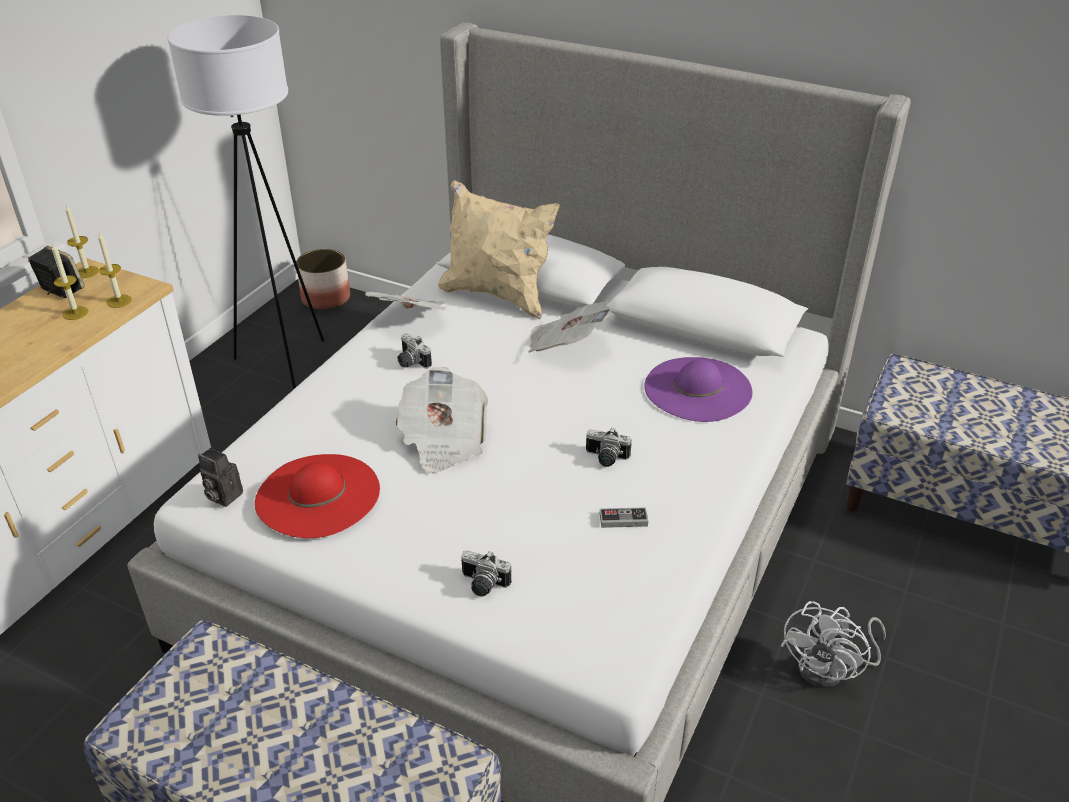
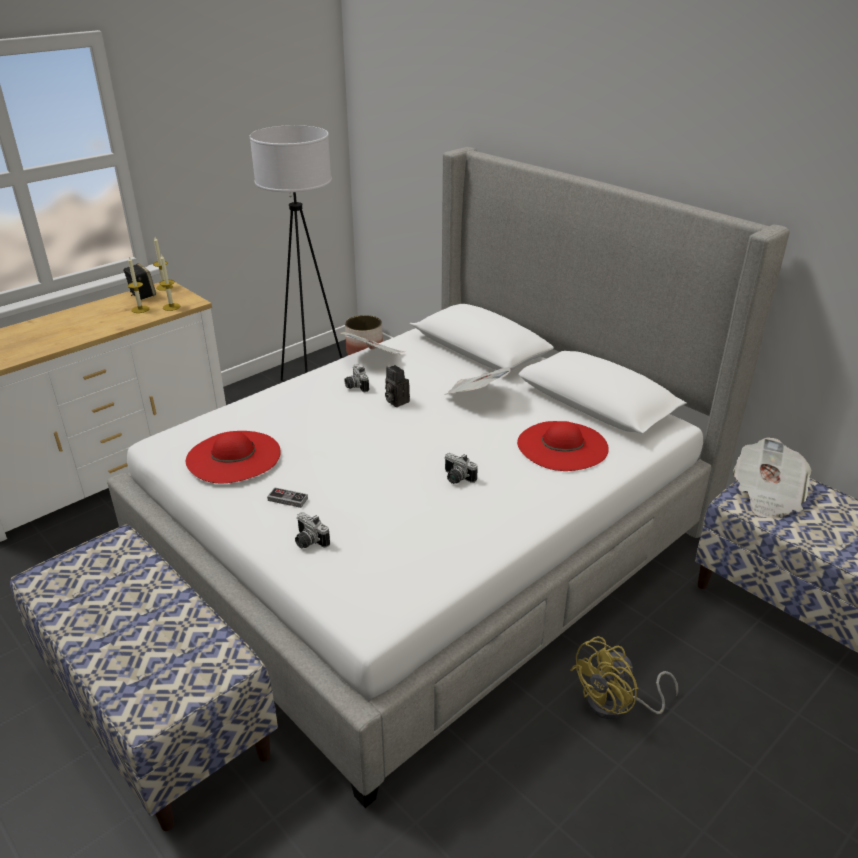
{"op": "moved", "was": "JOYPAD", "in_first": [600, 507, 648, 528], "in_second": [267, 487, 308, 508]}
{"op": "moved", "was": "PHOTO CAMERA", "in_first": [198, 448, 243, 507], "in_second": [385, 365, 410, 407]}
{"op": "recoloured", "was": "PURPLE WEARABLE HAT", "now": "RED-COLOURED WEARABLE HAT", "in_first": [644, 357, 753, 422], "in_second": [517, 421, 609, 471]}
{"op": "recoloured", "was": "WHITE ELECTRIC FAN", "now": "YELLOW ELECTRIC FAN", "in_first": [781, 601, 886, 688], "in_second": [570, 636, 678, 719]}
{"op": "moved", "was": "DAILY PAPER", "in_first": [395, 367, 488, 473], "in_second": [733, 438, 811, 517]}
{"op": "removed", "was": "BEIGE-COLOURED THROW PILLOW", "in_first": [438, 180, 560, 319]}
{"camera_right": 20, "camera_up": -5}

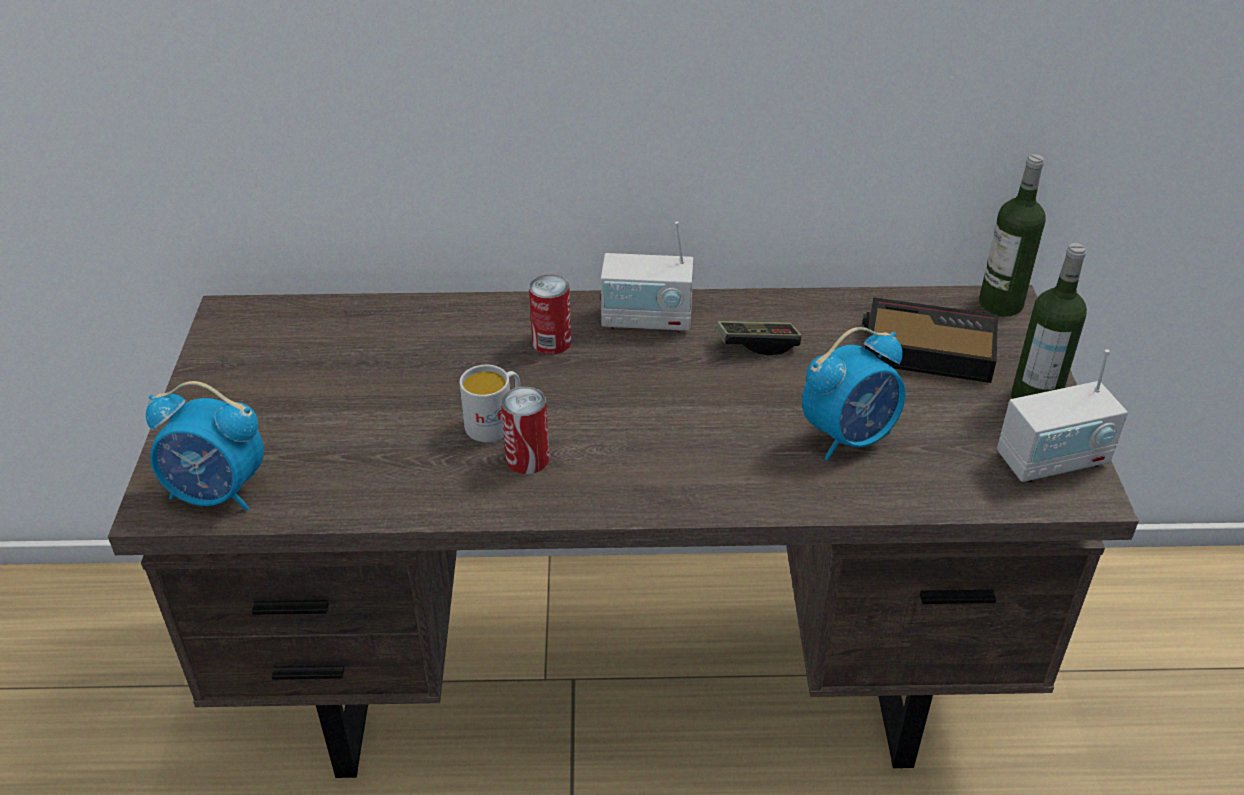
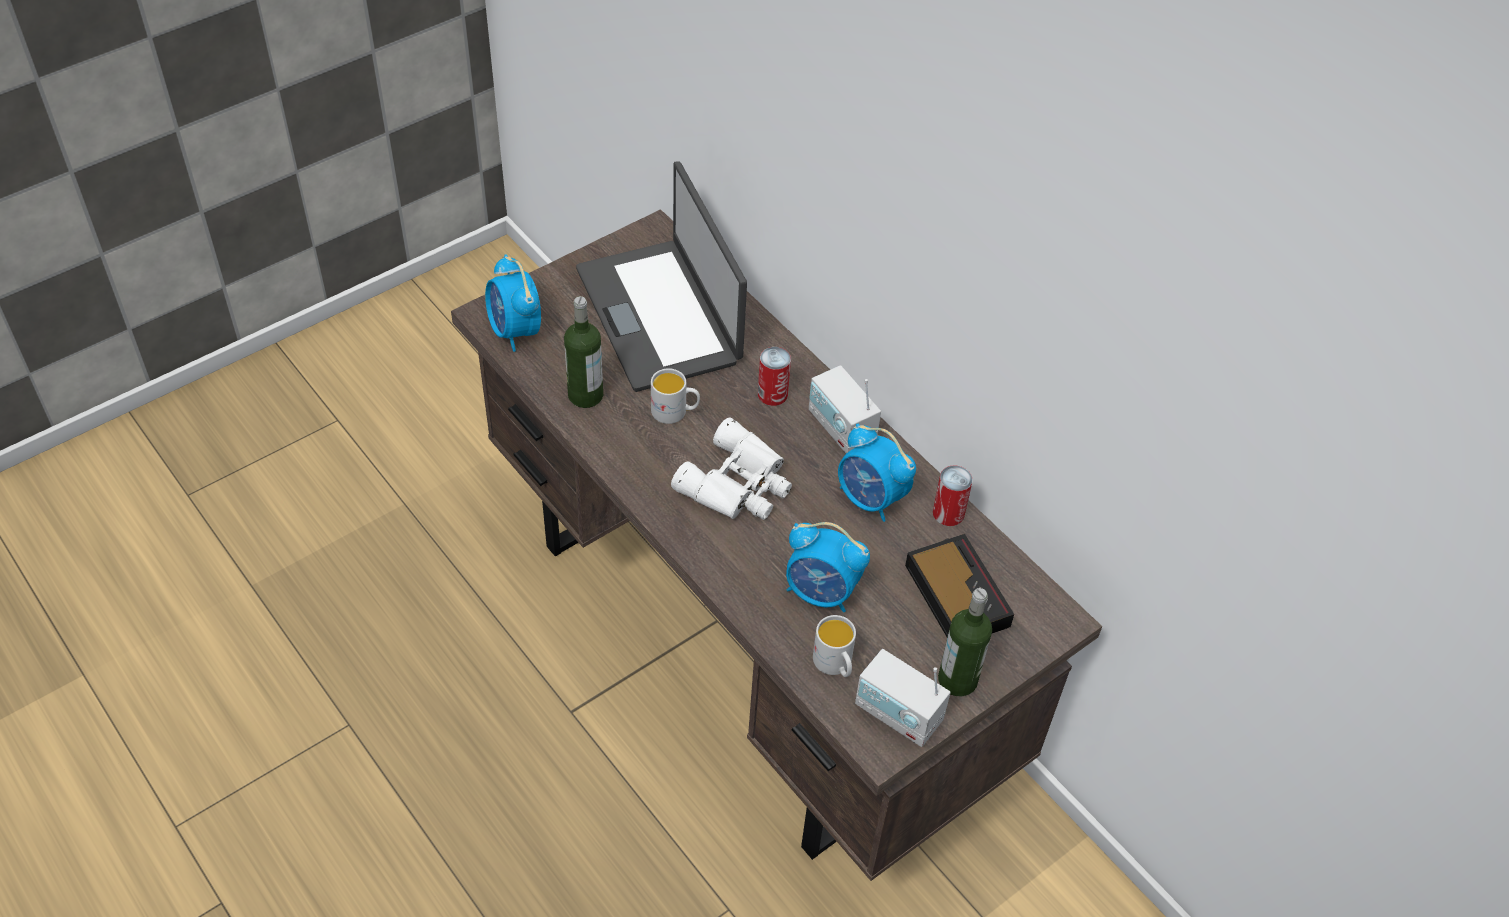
{"op": "moved", "was": "BEVERAGE BOTTLE", "in_first": [979, 154, 1046, 317], "in_second": [564, 296, 603, 408]}
{"op": "added", "now": "NOTEBOOK COMPUTER", "in_second": [576, 161, 747, 392]}
{"op": "added", "now": "WHITE BINOCULARS", "in_second": [671, 417, 792, 520]}
{"op": "added", "now": "WHITE COFFEE MUG", "in_second": [813, 615, 856, 677]}
{"op": "replaced", "was": "JOYPAD", "now": "BEDSIDE CLOCK", "in_first": [716, 321, 802, 356], "in_second": [838, 424, 916, 522]}
{"op": "moved", "was": "METAL CAN", "in_first": [501, 386, 549, 474], "in_second": [933, 465, 973, 526]}
{"camera_right": 50, "camera_up": 10}

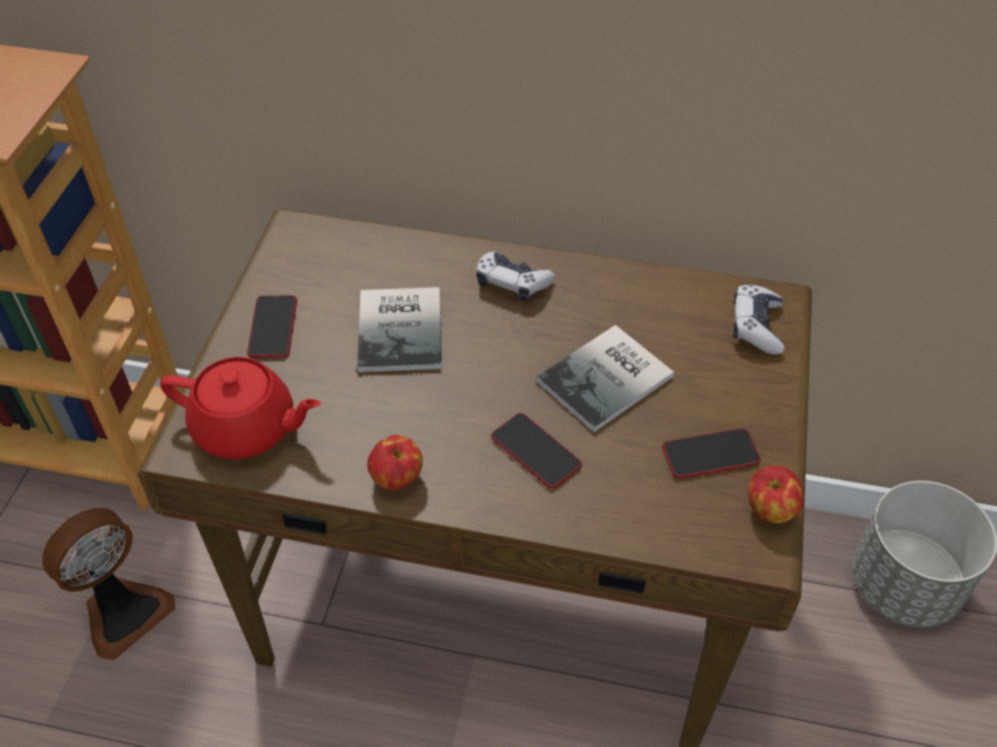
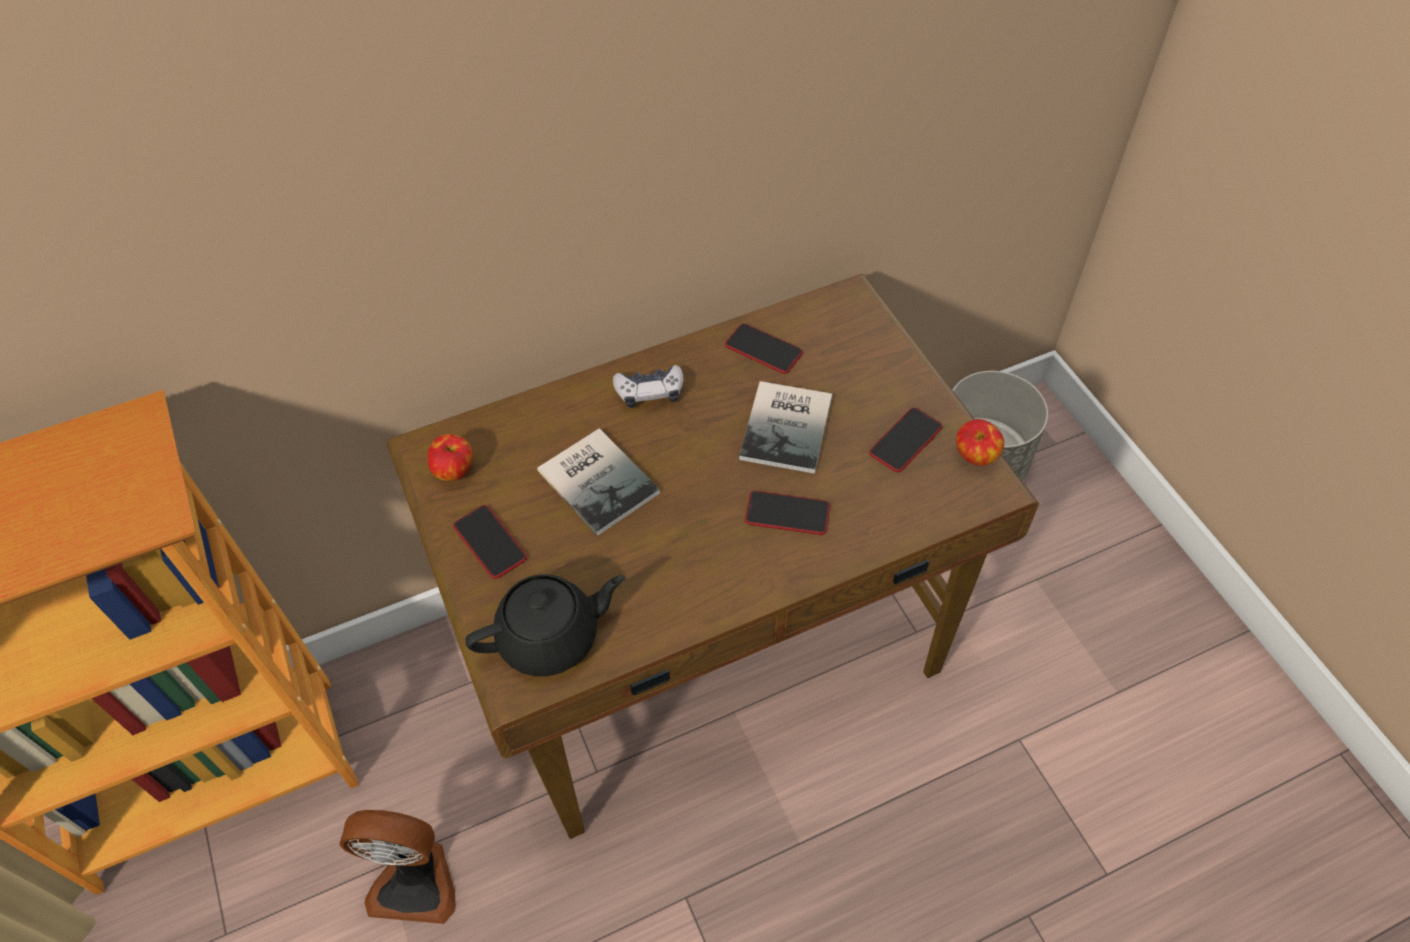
{"op": "turned", "was": "ELECTRIC FAN", "in_first": [42, 508, 175, 660], "in_second": [340, 810, 456, 924], "clockwise": 90}
{"op": "moved", "was": "WHOLE APPLE", "in_first": [367, 435, 423, 490], "in_second": [427, 434, 473, 481]}
{"op": "recoloured", "was": "RED-COLOURED TEAPOT", "now": "BLACK TEAPOT", "in_first": [160, 357, 321, 460], "in_second": [465, 574, 625, 676]}
{"op": "added", "now": "TELEPHONE", "in_second": [725, 323, 803, 374]}
{"op": "removed", "was": "JOYPAD", "in_first": [733, 284, 784, 355]}
{"camera_right": -35, "camera_up": 5}

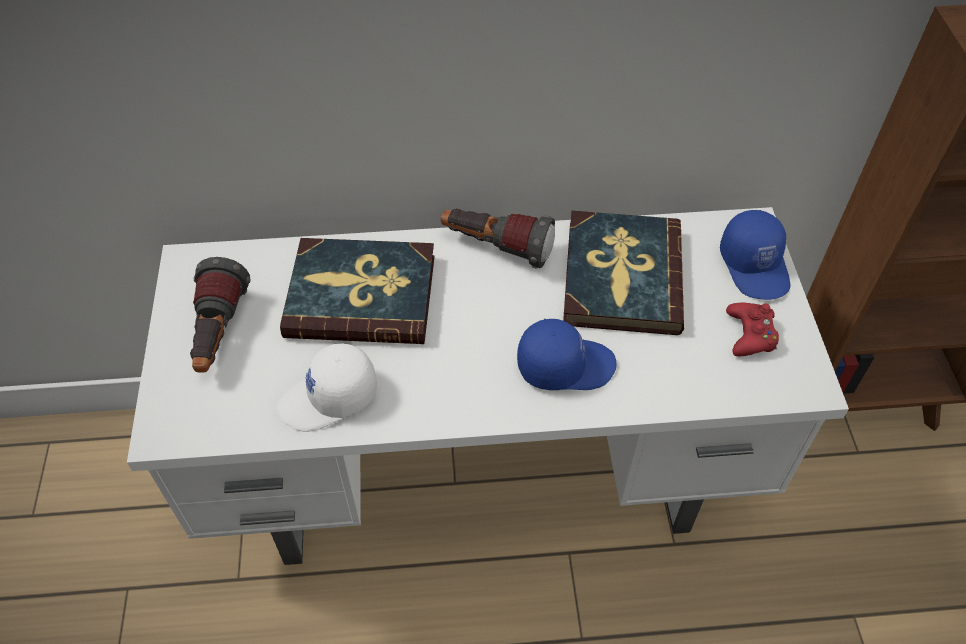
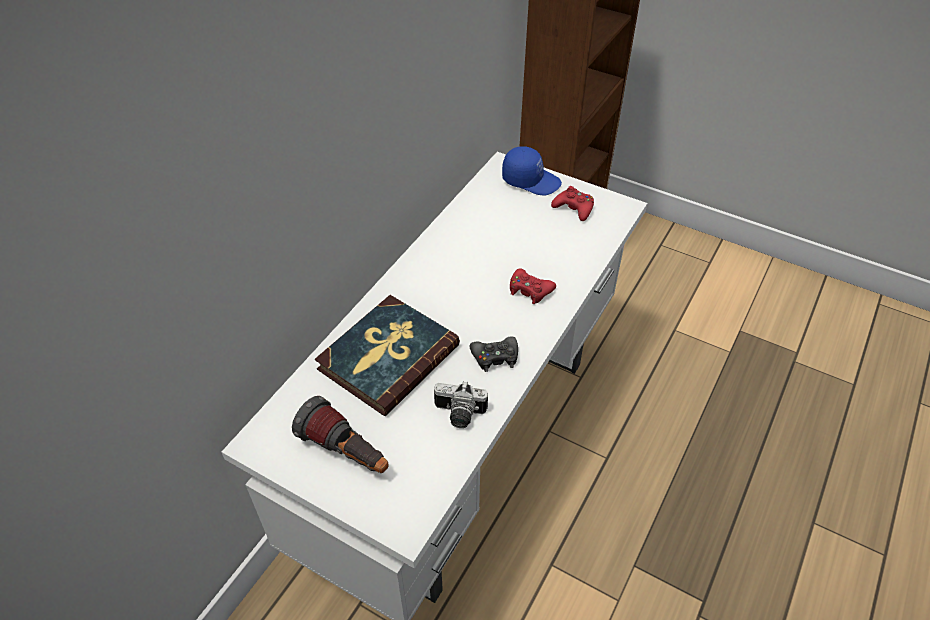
{"op": "replaced", "was": "WHITE BASEBALL CAP", "now": "PHOTO CAMERA", "in_first": [277, 344, 377, 432], "in_second": [434, 381, 488, 428]}
{"op": "added", "now": "BLACK JOYPAD", "in_second": [470, 337, 518, 372]}
{"op": "replaced", "was": "BLUE-COLOURED BASEBALL CAP", "now": "RED-COLOURED JOYPAD", "in_first": [517, 319, 617, 390], "in_second": [510, 268, 556, 304]}
{"op": "removed", "was": "TORCH", "in_first": [441, 209, 555, 269]}
{"op": "removed", "was": "BOUND BOOK", "in_first": [563, 211, 684, 335]}
{"camera_right": -55, "camera_up": -5}

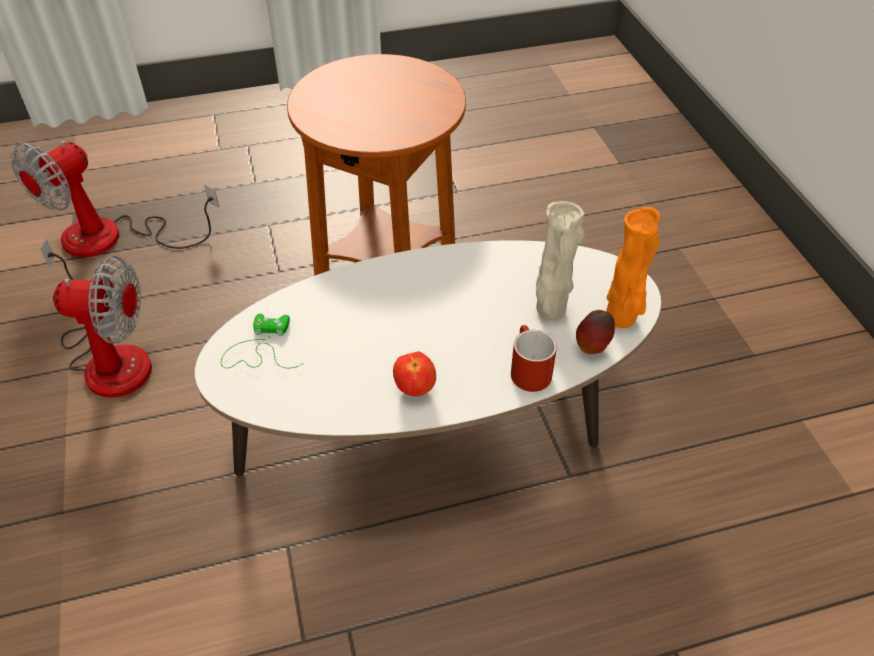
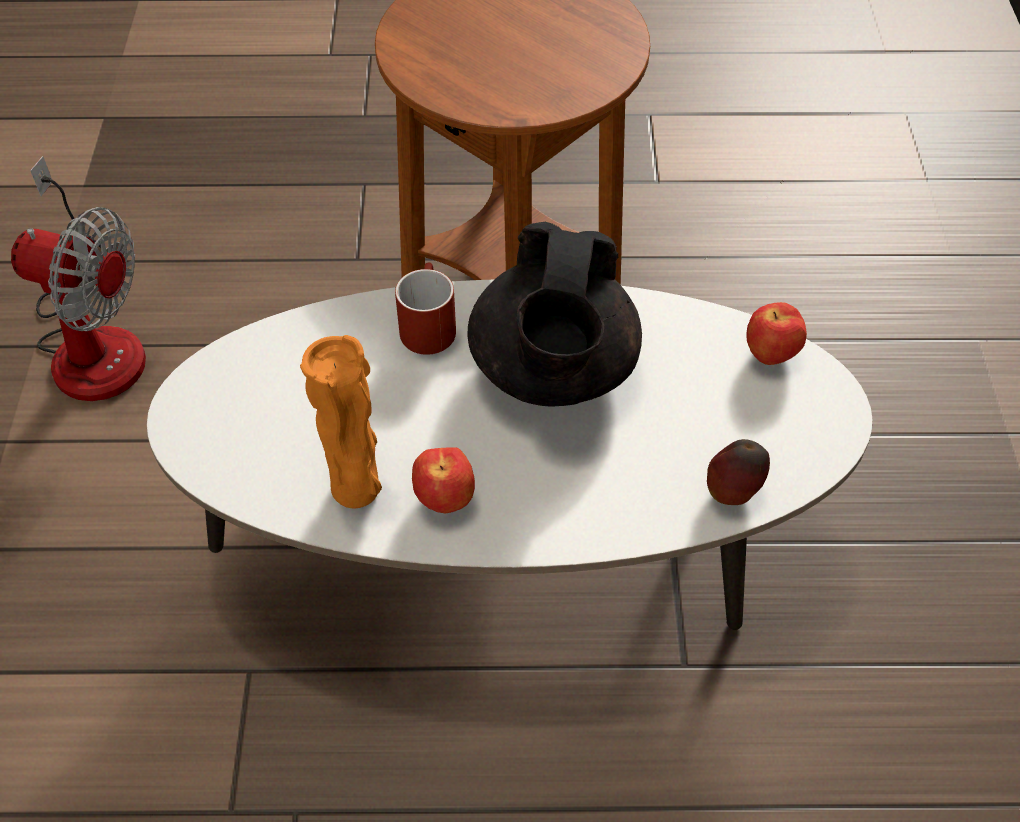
{"op": "moved", "was": "ORANGE FLOWER VASE", "in_first": [606, 207, 660, 328], "in_second": [300, 335, 382, 508]}
{"op": "moved", "was": "RED-COLOURED COFFEE MUG", "in_first": [511, 325, 557, 392], "in_second": [395, 263, 456, 355]}
{"op": "added", "now": "BLACK TEAPOT", "in_second": [468, 222, 642, 406]}
{"op": "added", "now": "WHOLE APPLE", "in_second": [747, 302, 807, 365]}
{"op": "removed", "was": "ELECTRIC FAN", "in_first": [10, 141, 219, 257]}
{"op": "removed", "was": "GREENISH JOYPAD", "in_first": [221, 314, 302, 368]}
{"op": "removed", "was": "BEIGE-COLOURED FLOWER VASE", "in_first": [536, 201, 585, 320]}
{"camera_right": 15, "camera_up": 5}

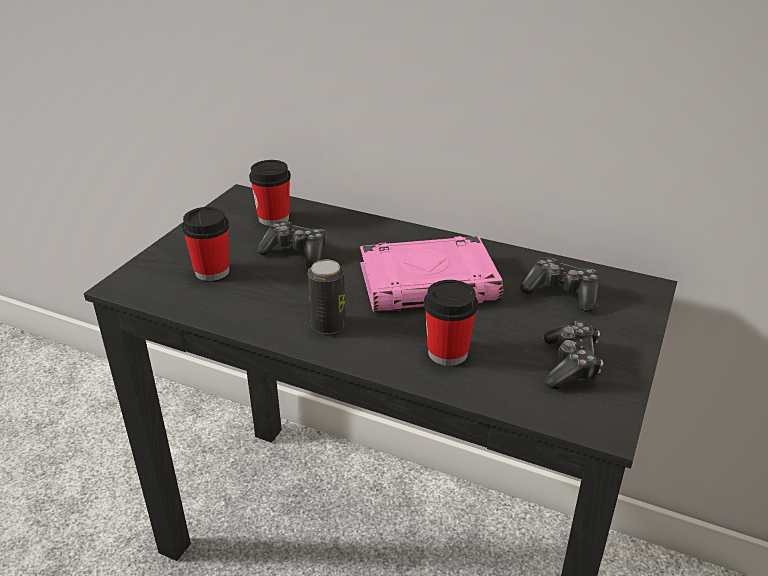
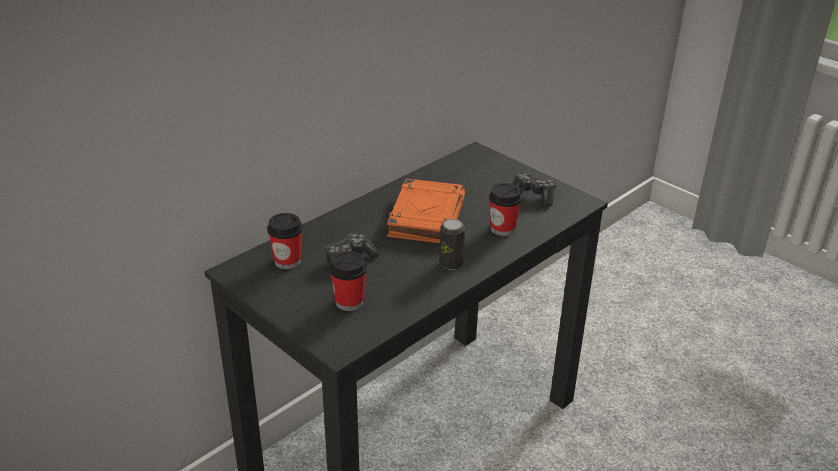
{"op": "recoloured", "was": "PINK-COLOURED BOUND BOOK", "now": "ORANGE BOUND BOOK", "in_first": [360, 236, 503, 312], "in_second": [387, 179, 465, 243]}
{"op": "removed", "was": "JOYPAD", "in_first": [520, 257, 600, 312]}
{"camera_right": -70, "camera_up": 0}

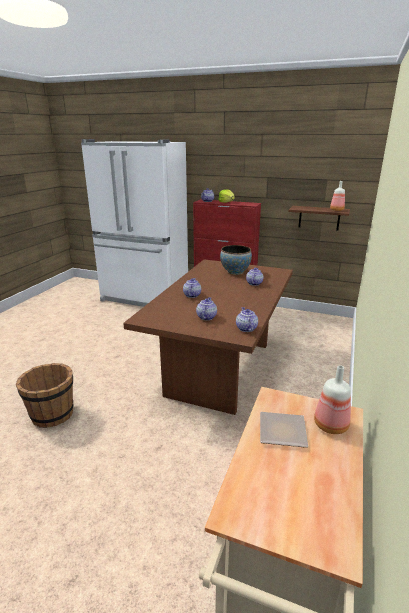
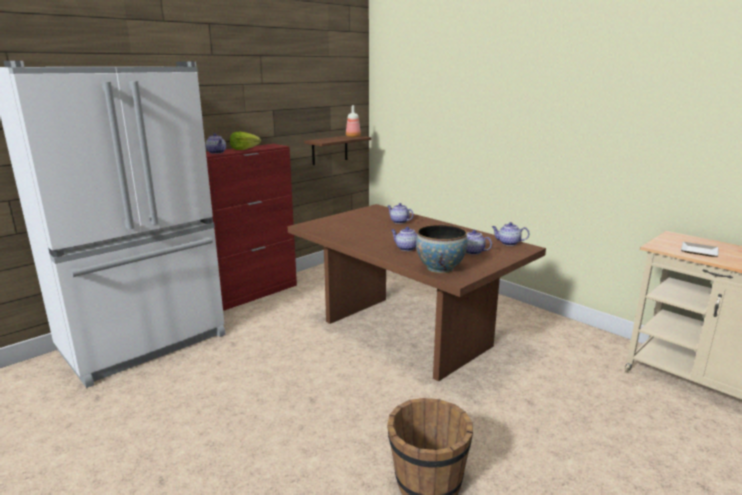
{"op": "moved", "was": "DEEP DISH", "in_first": [220, 245, 252, 275], "in_second": [416, 225, 468, 273]}
{"op": "removed", "was": "BEVERAGE BOTTLE", "in_first": [314, 365, 351, 434]}
{"camera_right": -65, "camera_up": -5}

